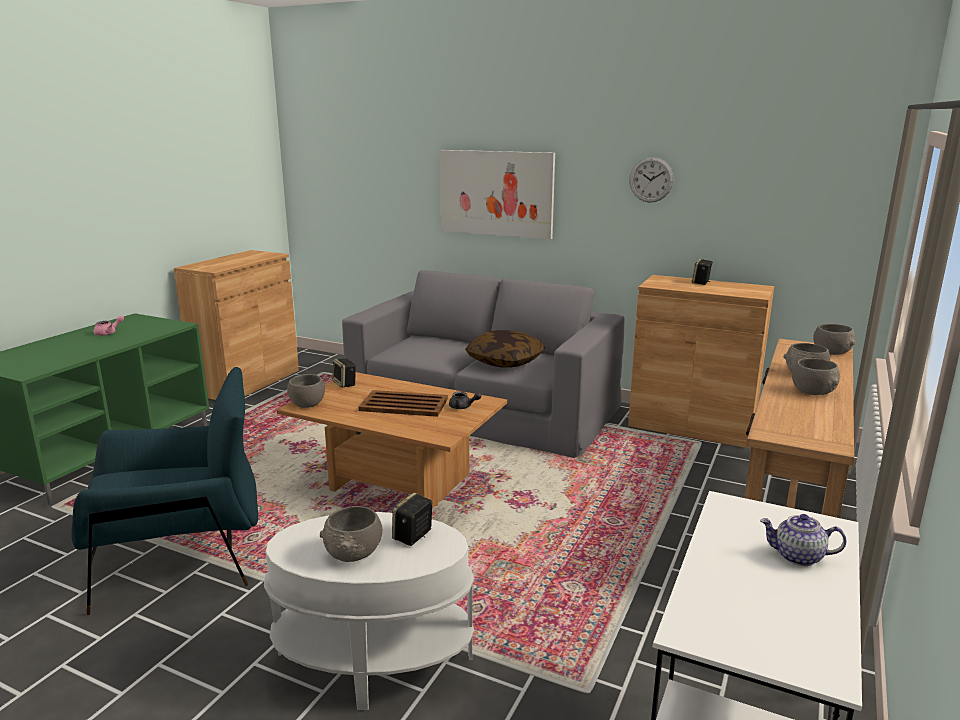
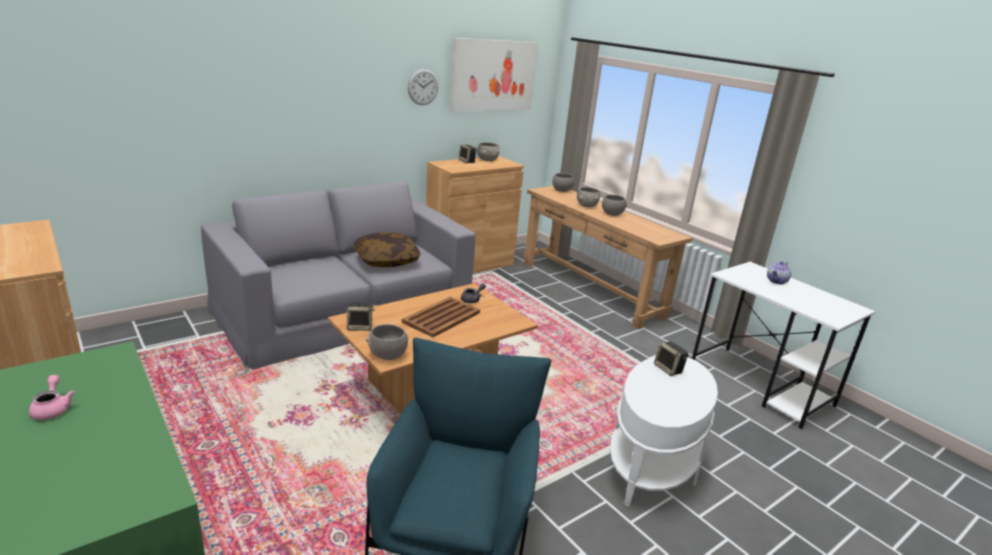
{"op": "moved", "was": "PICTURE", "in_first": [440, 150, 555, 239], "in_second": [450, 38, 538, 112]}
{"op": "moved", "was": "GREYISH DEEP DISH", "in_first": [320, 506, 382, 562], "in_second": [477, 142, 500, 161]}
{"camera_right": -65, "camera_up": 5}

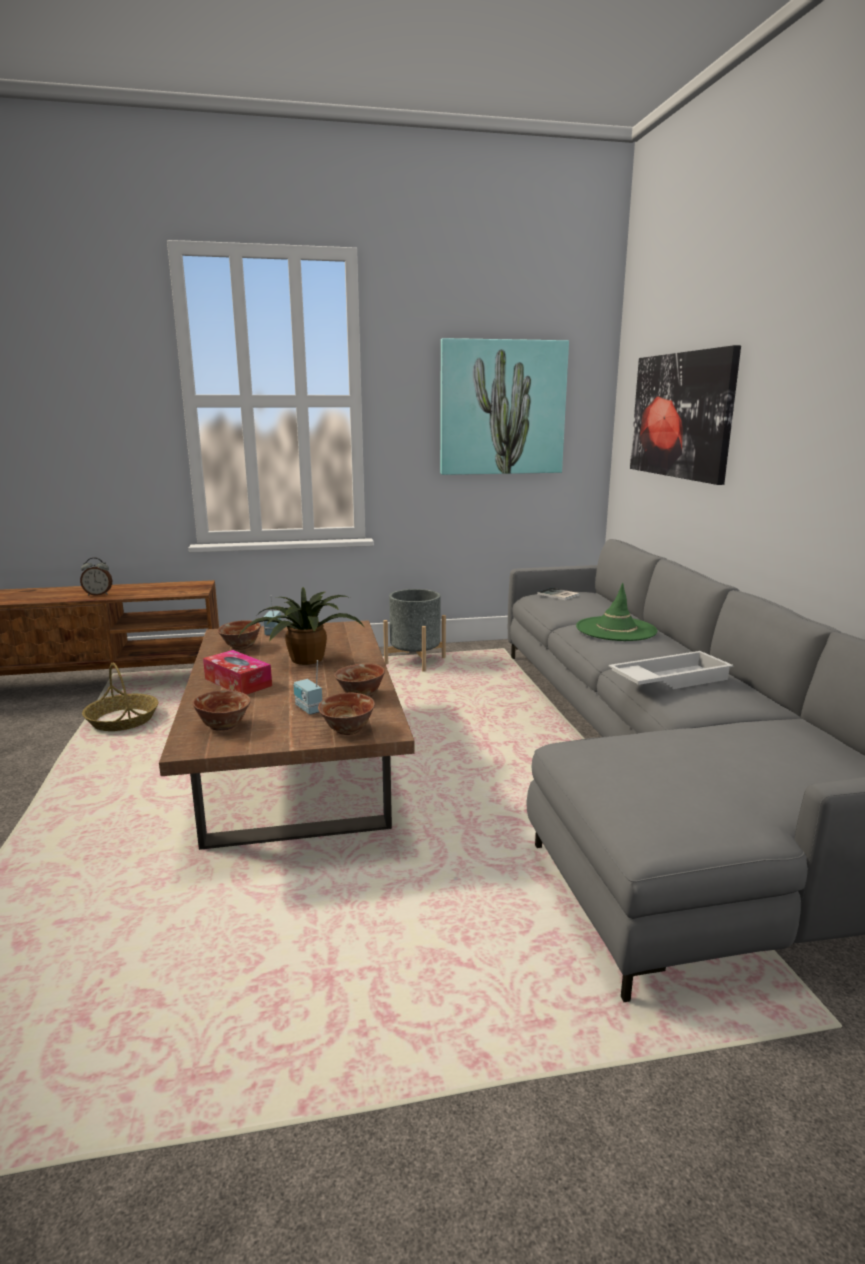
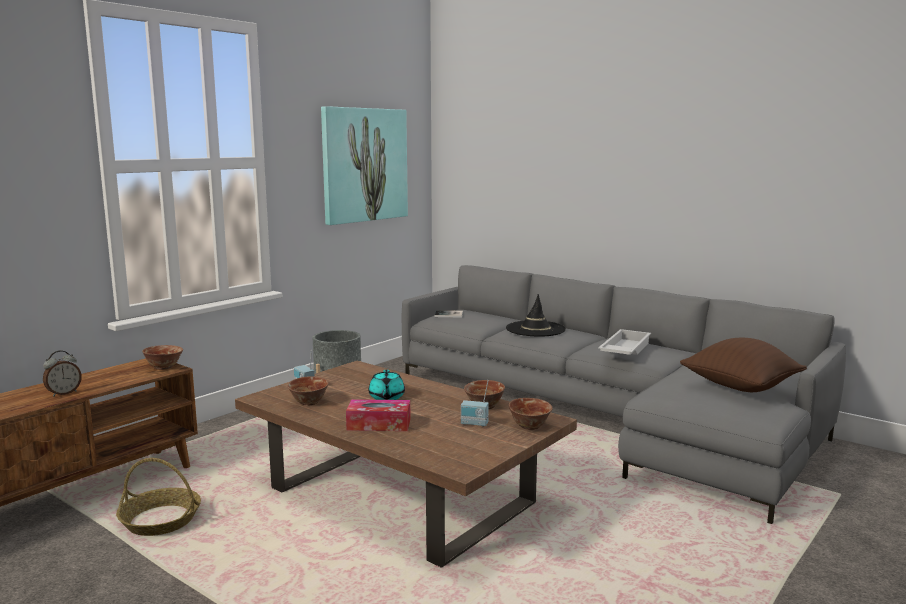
{"op": "moved", "was": "DEEP DISH", "in_first": [193, 690, 251, 731], "in_second": [142, 345, 183, 370]}
{"op": "replaced", "was": "PLANT IN A POT", "now": "TURQUOISE-COLOURED TEAPOT", "in_first": [237, 587, 365, 665], "in_second": [369, 370, 405, 400]}
{"op": "recoloured", "was": "GREENISH WEARABLE HAT", "now": "BLACK WEARABLE HAT", "in_first": [576, 583, 658, 641], "in_second": [506, 294, 566, 337]}
{"op": "added", "now": "BROWN THROW PILLOW", "in_second": [680, 338, 807, 392]}
{"op": "removed", "was": "PICTURE", "in_first": [630, 345, 741, 485]}
{"camera_right": -40, "camera_up": -5}

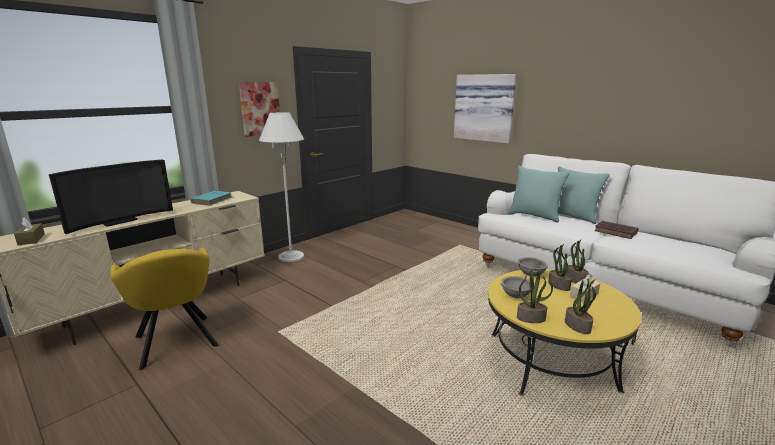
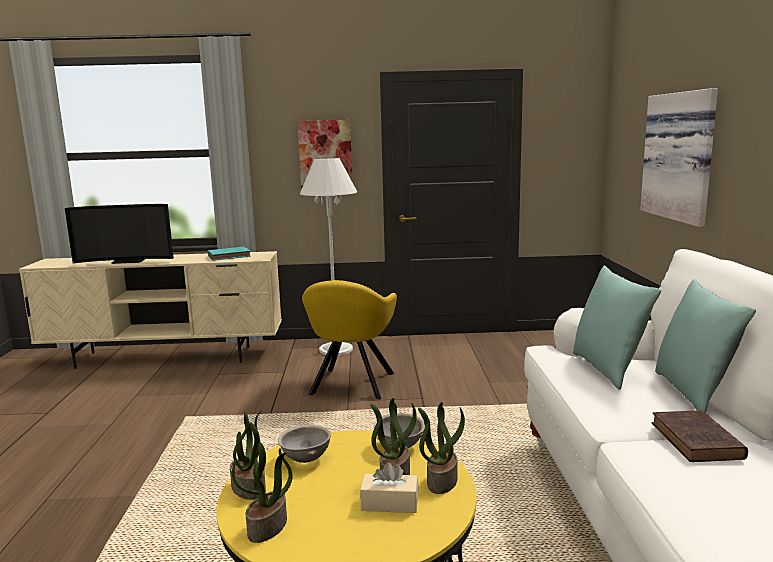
{"op": "moved", "was": "YELLOW LOUNGE CHAIR", "in_first": [110, 248, 219, 370], "in_second": [302, 280, 397, 399]}
{"op": "removed", "was": "BROWN TISSUE BOX", "in_first": [14, 217, 45, 245]}
{"camera_right": 45, "camera_up": -5}

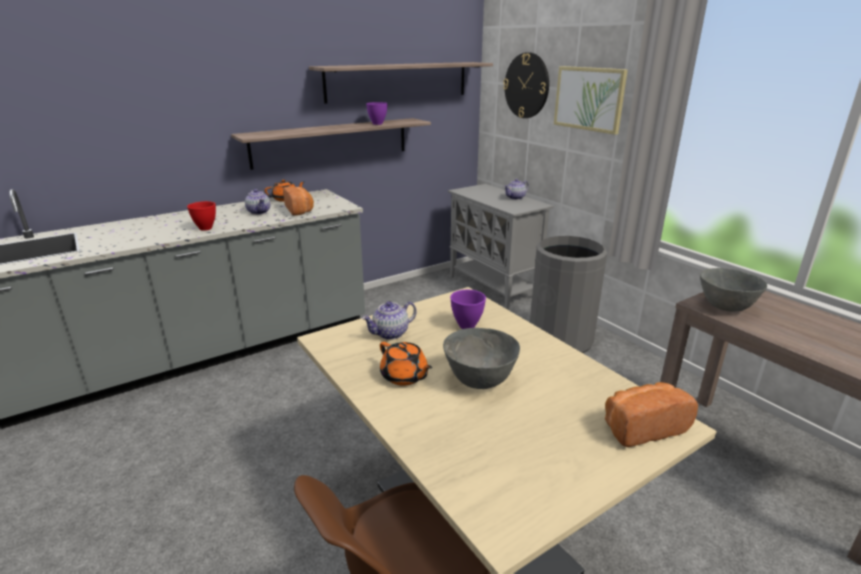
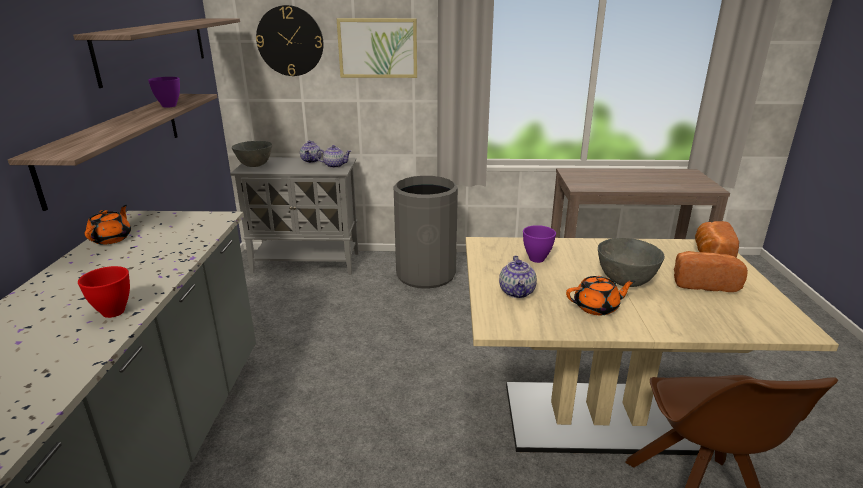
{"op": "moved", "was": "GREYISH DEEP DISH", "in_first": [700, 268, 767, 312], "in_second": [232, 141, 272, 167]}
{"op": "moved", "was": "TEAPOT", "in_first": [245, 189, 270, 215], "in_second": [316, 145, 351, 168]}
{"op": "moved", "was": "BAKED BREAD", "in_first": [283, 187, 314, 216], "in_second": [674, 251, 748, 292]}
{"camera_right": -55, "camera_up": 0}

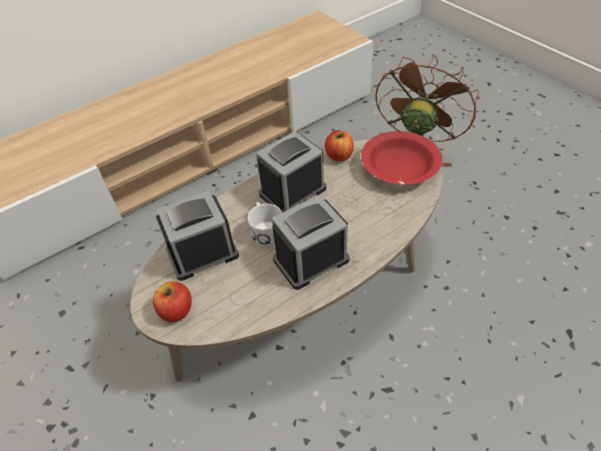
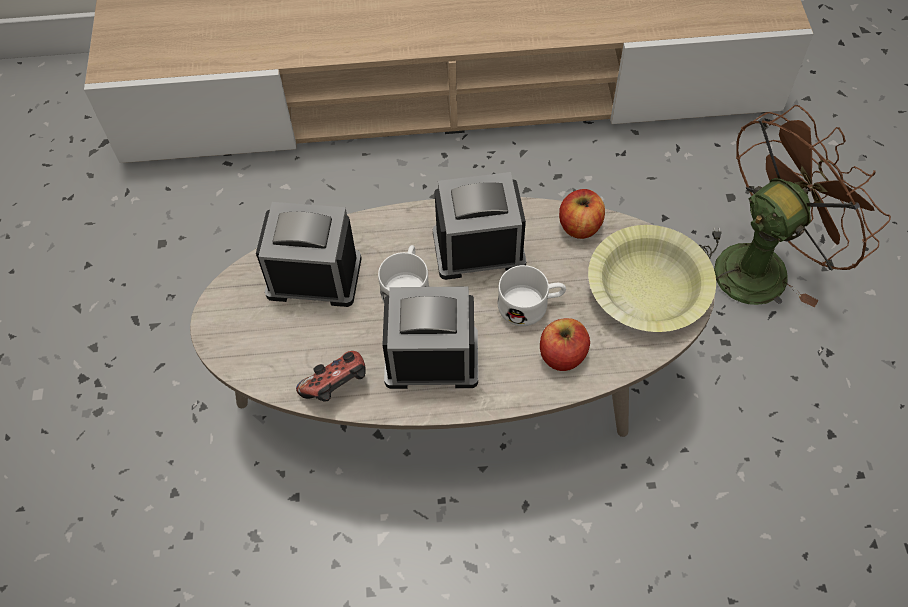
{"op": "added", "now": "JOYPAD", "in_second": [296, 351, 366, 402]}
{"op": "added", "now": "WHITE COFFEE MUG", "in_second": [498, 265, 566, 326]}
{"op": "moved", "was": "WHOLE APPLE", "in_first": [153, 281, 192, 322], "in_second": [540, 318, 590, 371]}
{"op": "recoloured", "was": "RED-COLOURED DEEP DISH", "now": "YELLOW DEEP DISH", "in_first": [361, 131, 442, 184], "in_second": [588, 225, 716, 332]}
{"camera_right": 30, "camera_up": 10}

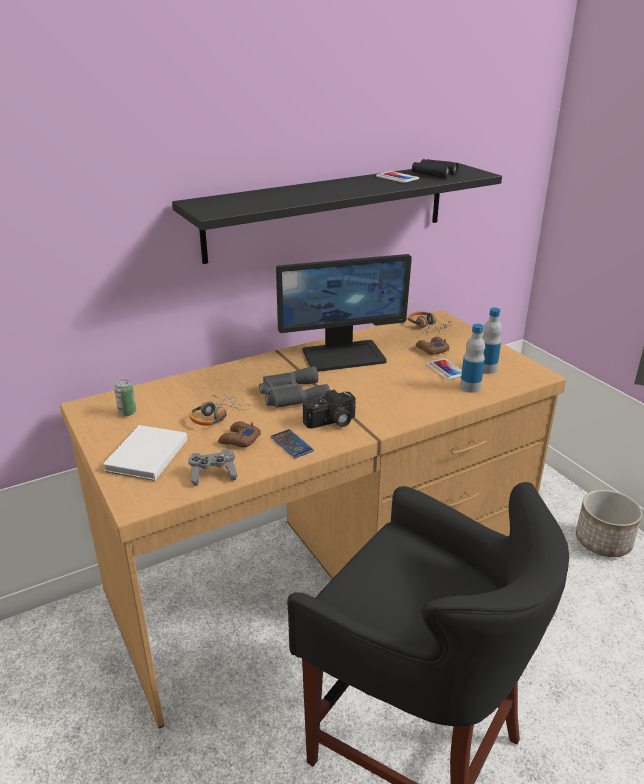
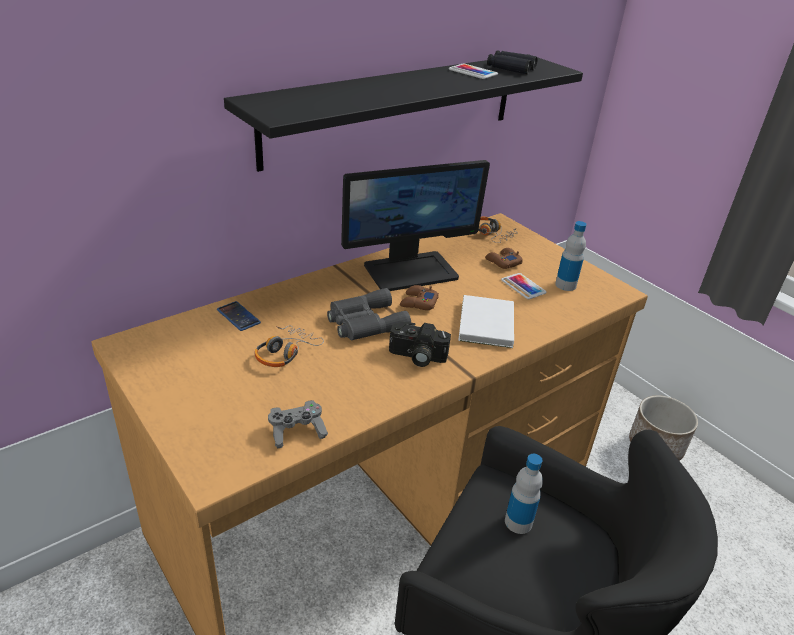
{"op": "moved", "was": "TELEPHONE", "in_first": [271, 429, 314, 458], "in_second": [217, 301, 261, 331]}
{"op": "turned", "was": "PHOTO CAMERA", "in_first": [303, 389, 356, 428], "in_second": [389, 321, 451, 367], "clockwise": 45}
{"op": "moved", "was": "BROWN JOYPAD", "in_first": [218, 421, 261, 448], "in_second": [400, 285, 439, 310]}
{"op": "moved", "was": "WHITE BOUND BOOK", "in_first": [103, 425, 187, 481], "in_second": [458, 295, 514, 348]}
{"op": "moved", "was": "BEVERAGE BOTTLE", "in_first": [460, 324, 485, 393], "in_second": [505, 454, 543, 534]}
{"op": "removed", "was": "METAL CAN", "in_first": [114, 380, 136, 416]}
{"camera_right": -10, "camera_up": 5}

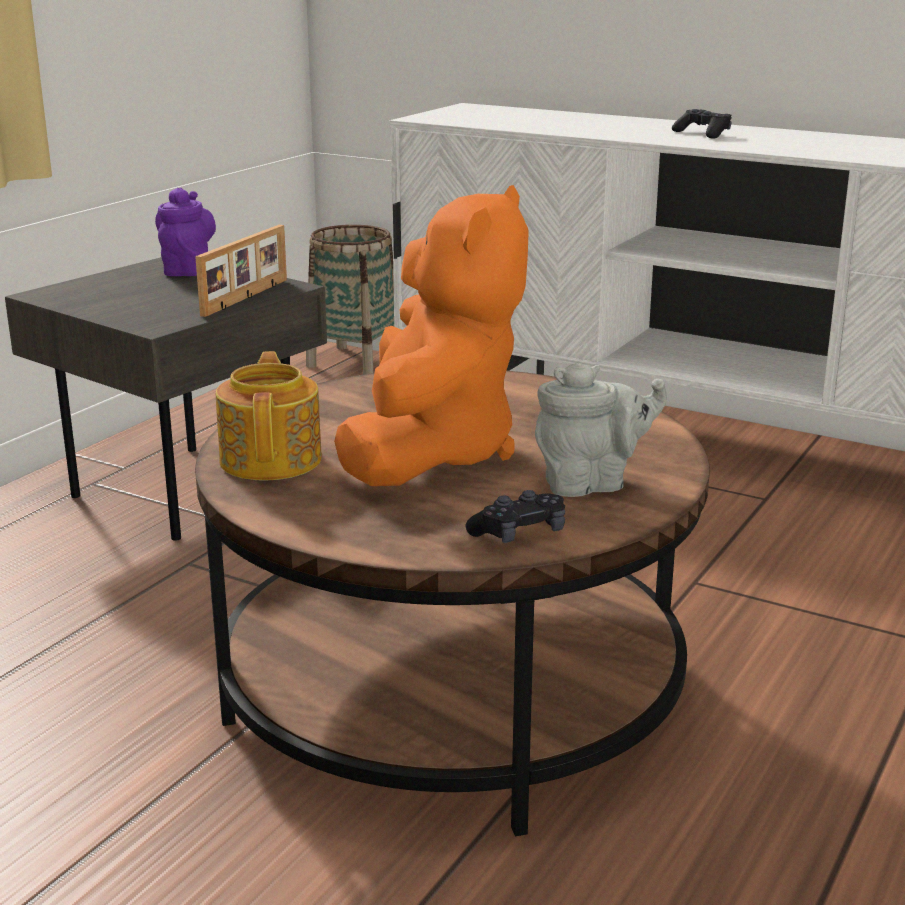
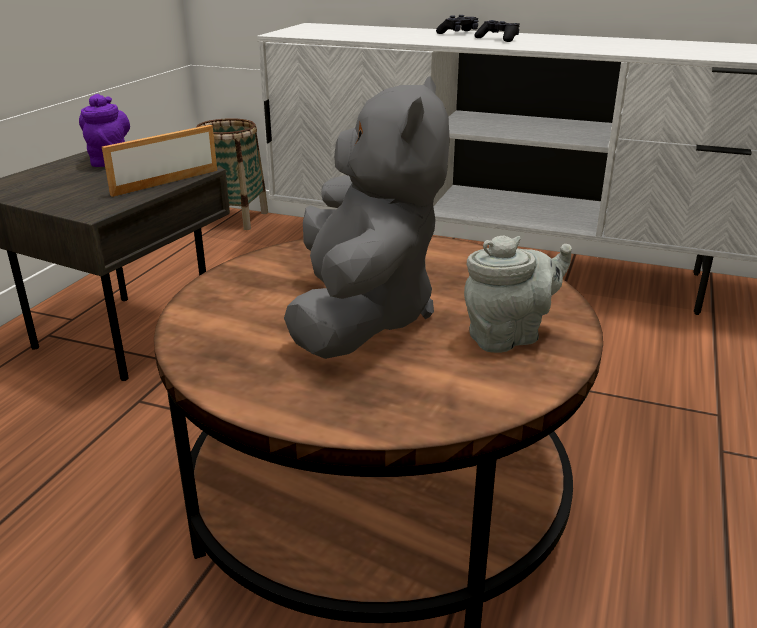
{"op": "turned", "was": "PHOTO FRAME", "in_first": [195, 225, 287, 317], "in_second": [102, 125, 217, 197], "clockwise": -150}
{"op": "recoloured", "was": "ORANGE CUDDLY TOY", "now": "GREYISH CUDDLY TOY", "in_first": [334, 185, 529, 486], "in_second": [284, 76, 449, 359]}
{"op": "moved", "was": "BLACK JOYPAD", "in_first": [465, 490, 565, 543], "in_second": [436, 15, 478, 34]}
{"op": "removed", "was": "TEAPOT", "in_first": [216, 351, 322, 481]}
{"camera_right": -10, "camera_up": 5}

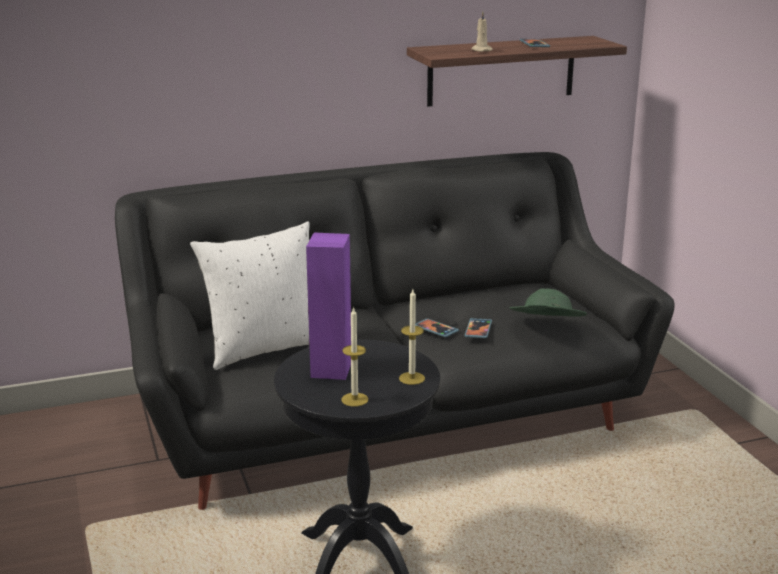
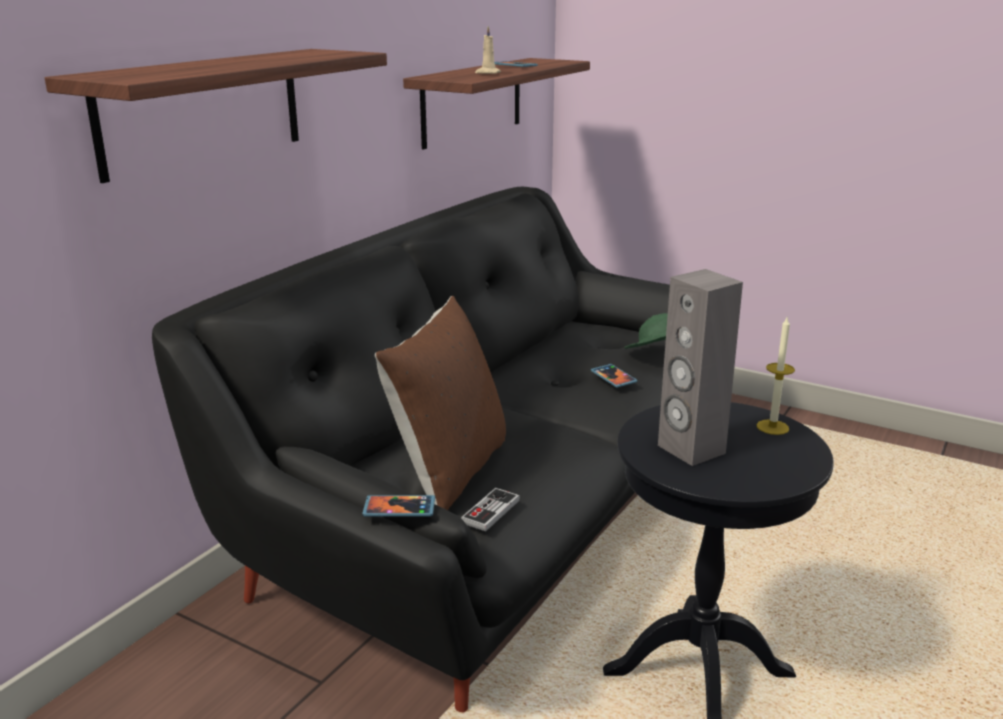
{"op": "added", "now": "WALL SHELF", "in_second": [45, 49, 387, 183]}
{"op": "moved", "was": "TELEPHONE", "in_first": [415, 318, 459, 337], "in_second": [362, 495, 435, 516]}
{"op": "recoloured", "was": "WHITE THROW PILLOW", "now": "BROWN THROW PILLOW", "in_first": [190, 221, 310, 370], "in_second": [375, 296, 506, 510]}
{"op": "added", "now": "JOYPAD", "in_second": [461, 488, 520, 531]}
{"op": "recoloured", "was": "PURPLE LOUDSPEAKER", "now": "GREYISH LOUDSPEAKER", "in_first": [306, 233, 351, 380], "in_second": [658, 269, 743, 466]}
{"op": "removed", "was": "CANDLE", "in_first": [341, 306, 368, 407]}
{"camera_right": -40, "camera_up": 0}

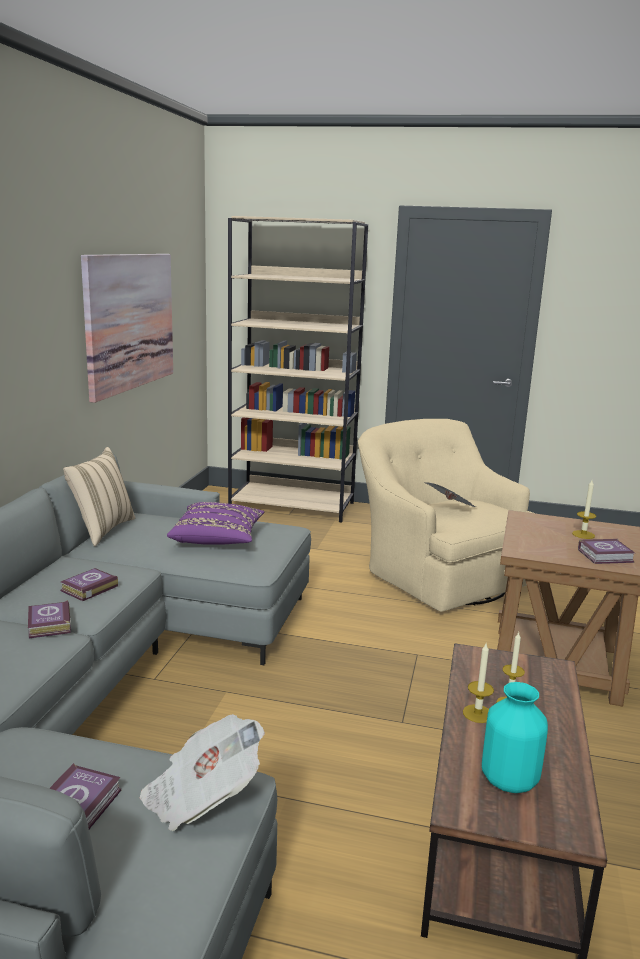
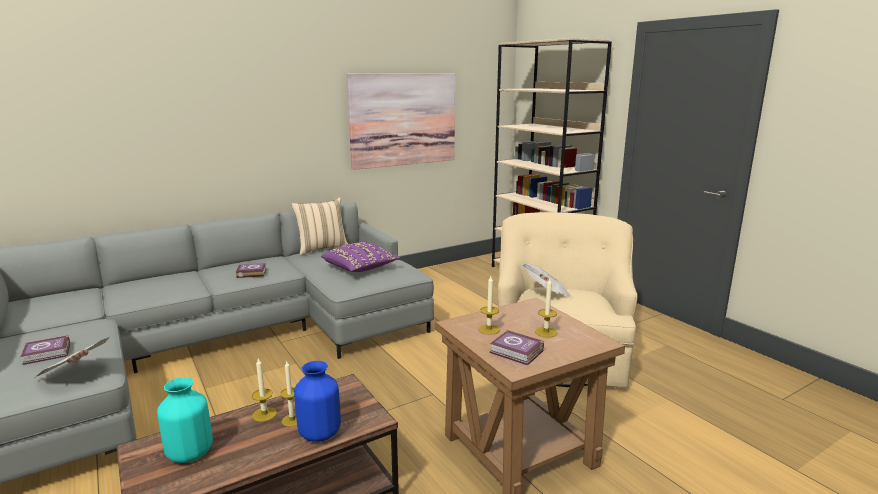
{"op": "added", "now": "BLUE-COLOURED FLOWER VASE", "in_second": [294, 361, 341, 442]}
{"op": "added", "now": "CANDLE", "in_second": [478, 276, 500, 335]}
{"op": "removed", "was": "BOUND BOOK", "in_first": [28, 600, 71, 638]}
{"camera_right": 45, "camera_up": 0}

